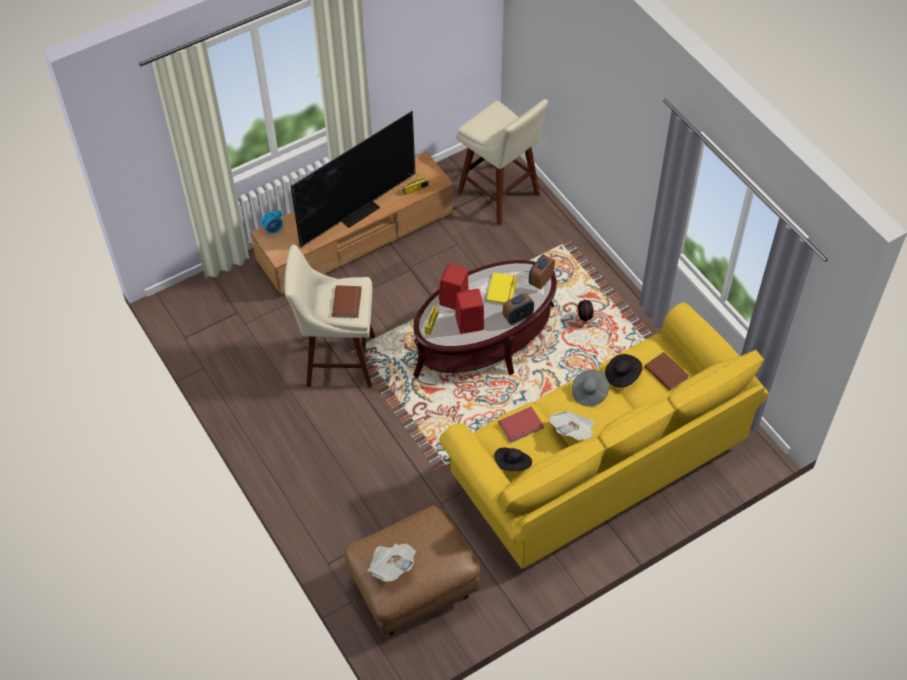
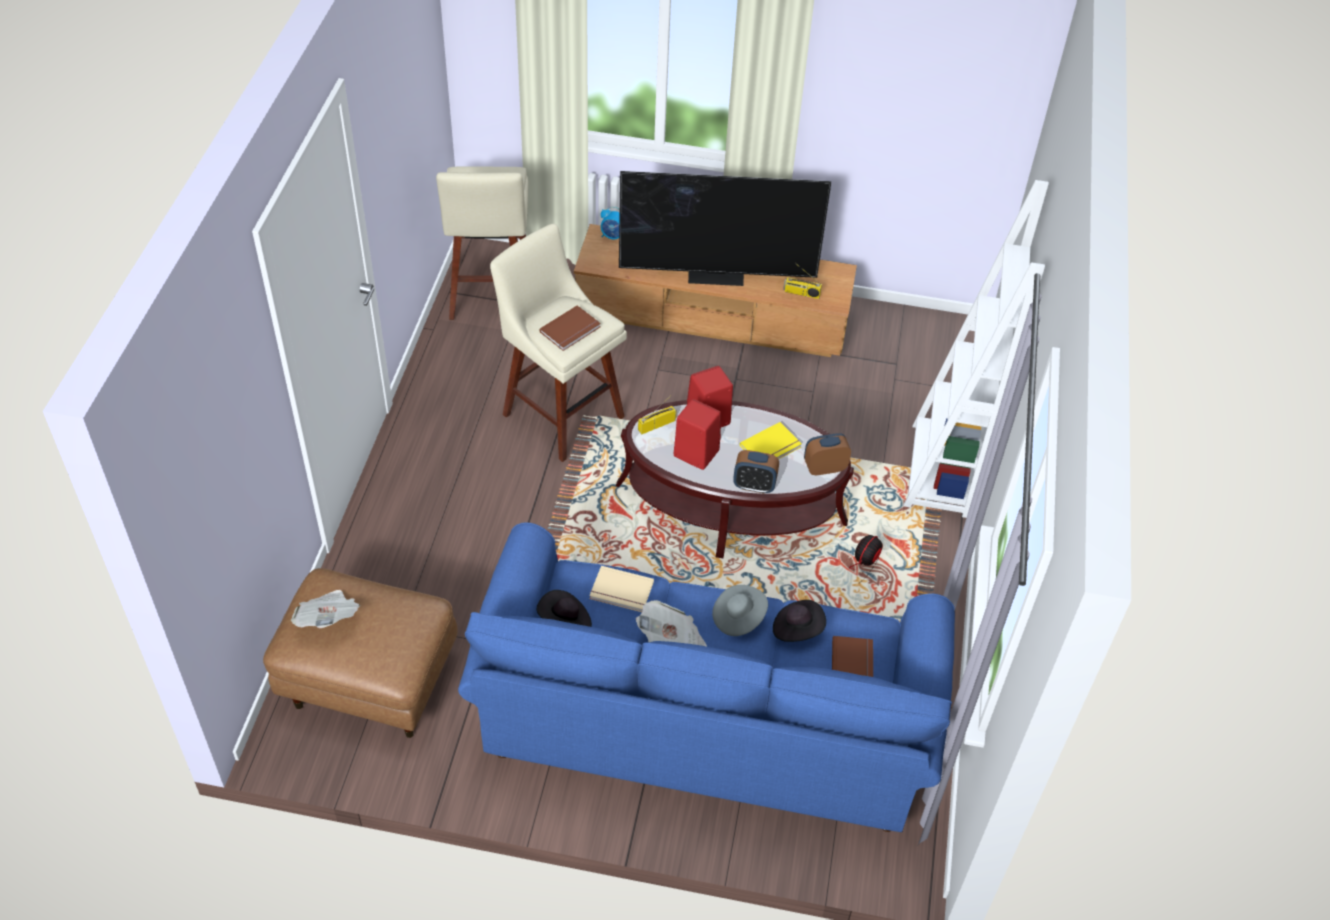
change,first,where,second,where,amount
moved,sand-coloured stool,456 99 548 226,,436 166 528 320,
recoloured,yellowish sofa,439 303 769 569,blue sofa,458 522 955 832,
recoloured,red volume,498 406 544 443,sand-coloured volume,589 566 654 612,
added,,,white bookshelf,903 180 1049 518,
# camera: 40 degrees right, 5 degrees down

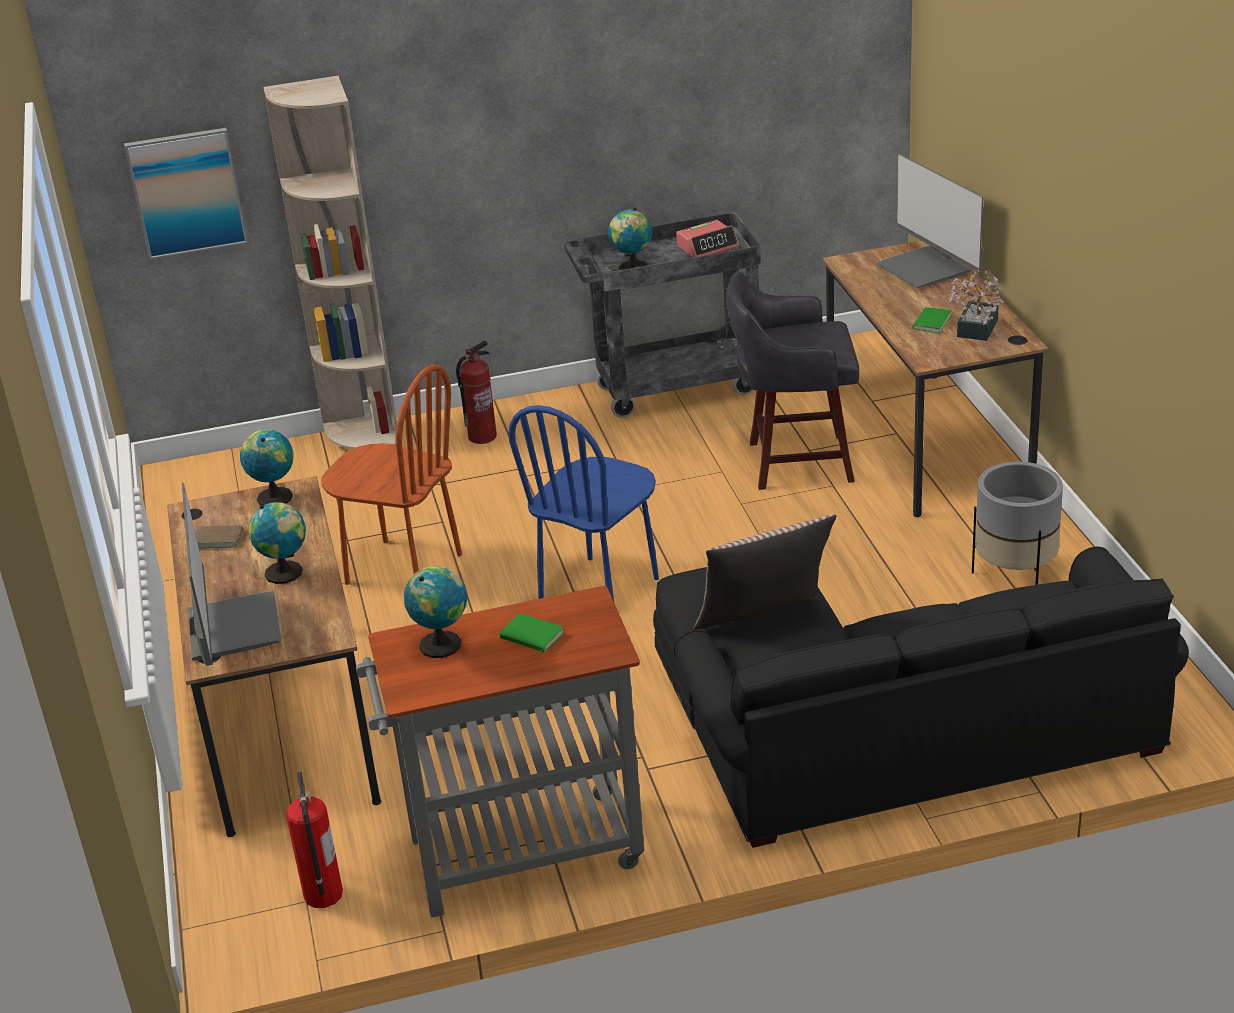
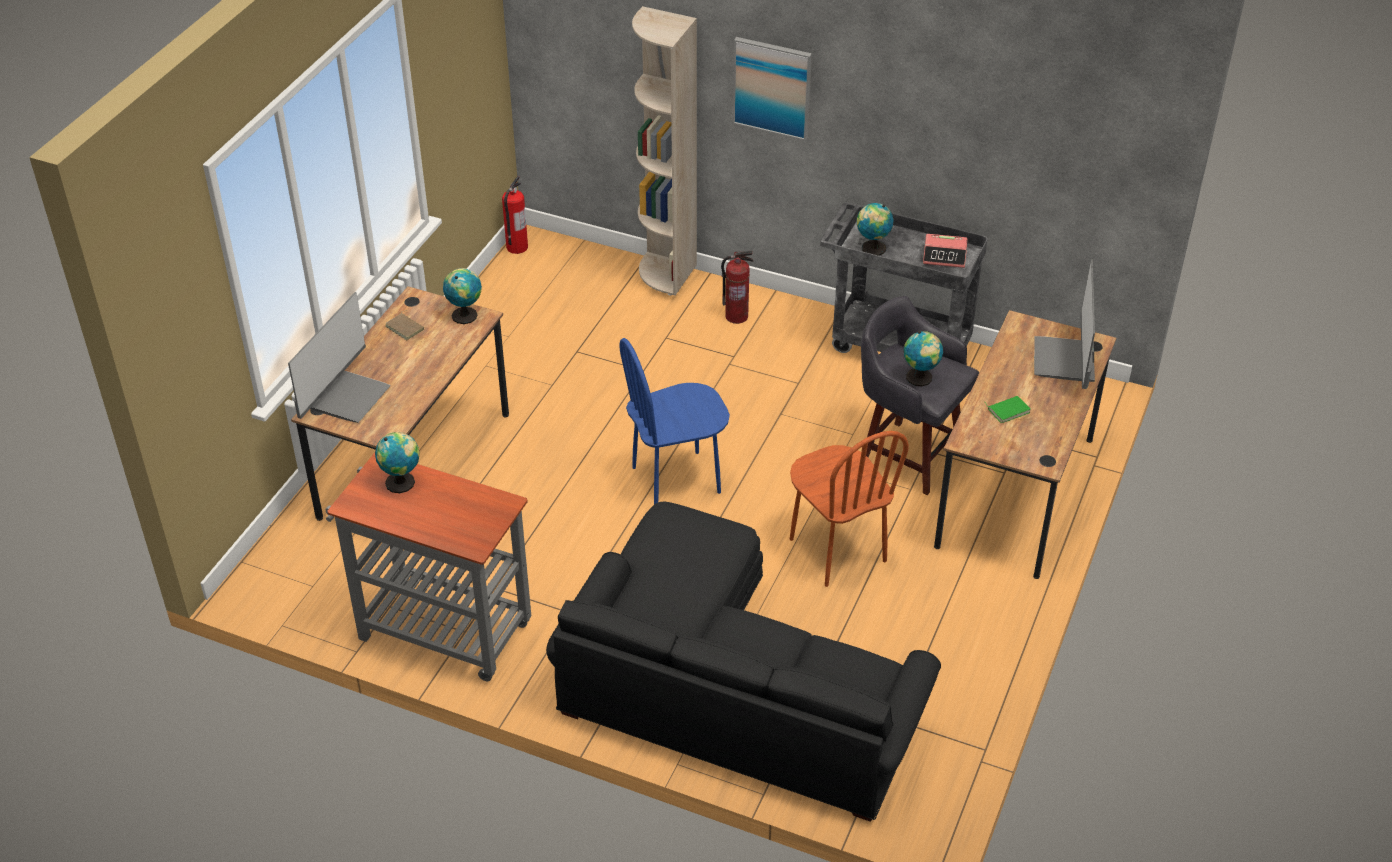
change,first,where,second,where,amount
moved,wall art,124 128 248 260,,733 37 812 141,
removed,plant in a pot,948 270 1004 341,,,
moved,brownish upright chair,321 365 462 585,,790 431 909 587,
removed,greyish flower pot,972 462 1063 585,,,
moved,world globe,248 502 306 584,,904 331 943 386,
removed,pillow,694 514 836 629,,,
removed,green-coloured volume,499 614 565 655,,,
moved,fire extinguisher,286 772 343 908,,502 176 528 254,
# camera: 35 degrees right, 10 degrees up

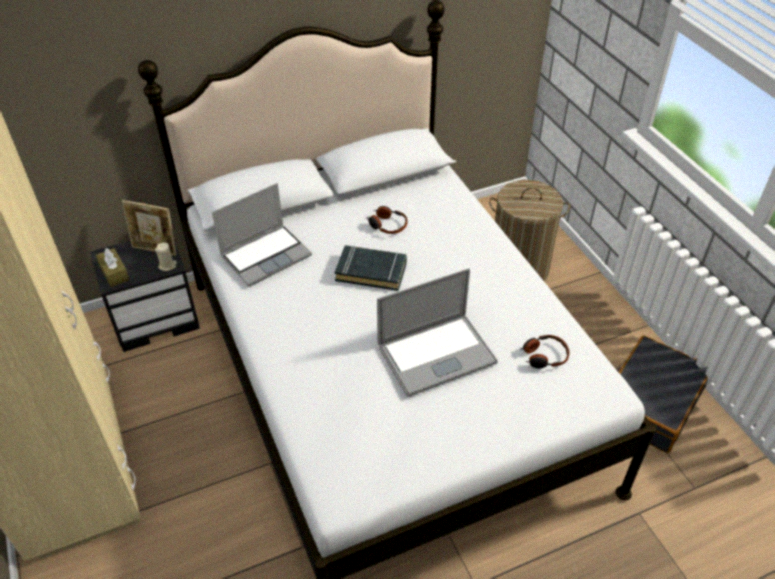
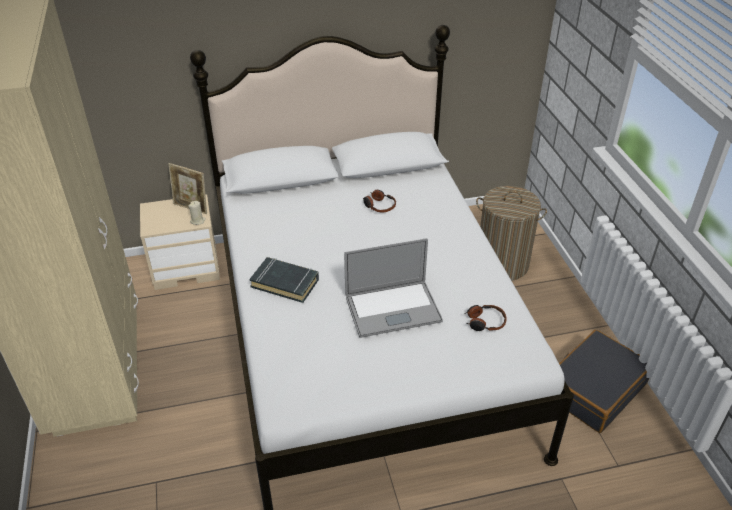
change,first,where,second,where,amount
removed,notebook computer,212 183 312 286,,,
recoloured,black bedside table,90 240 200 352,sand-coloured bedside table,140 195 220 290,
moved,black volume,335 245 407 291,,249 257 319 303,
removed,brownish box of tissues,96 248 129 287,,,
# camera: 10 degrees right, 5 degrees down

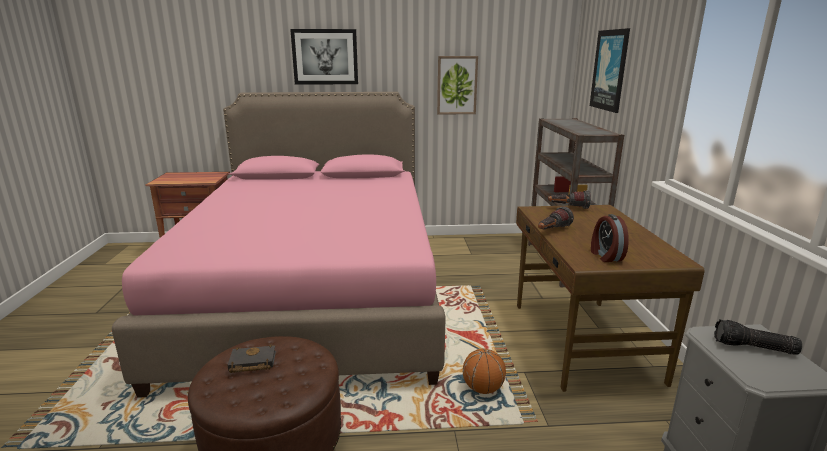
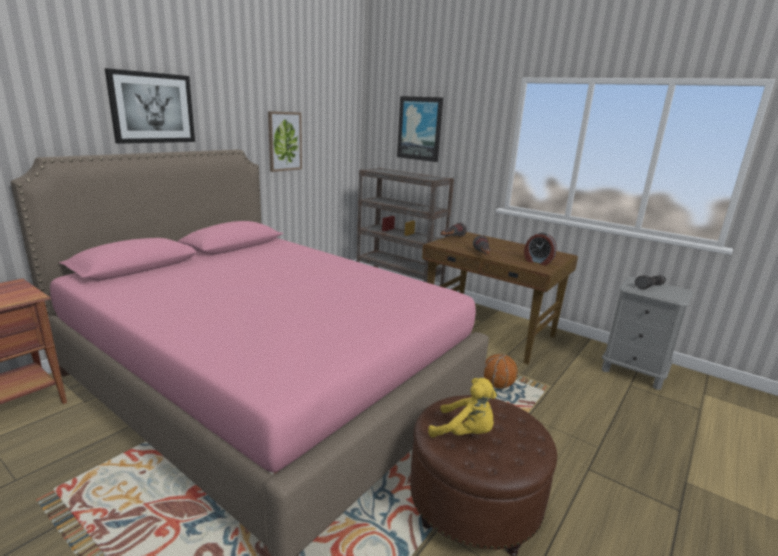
change,first,where,second,where,amount
replaced,black volume,227 344 276 373,yellowish cuddly toy,428 378 497 437,
# camera: 50 degrees left, 0 degrees up

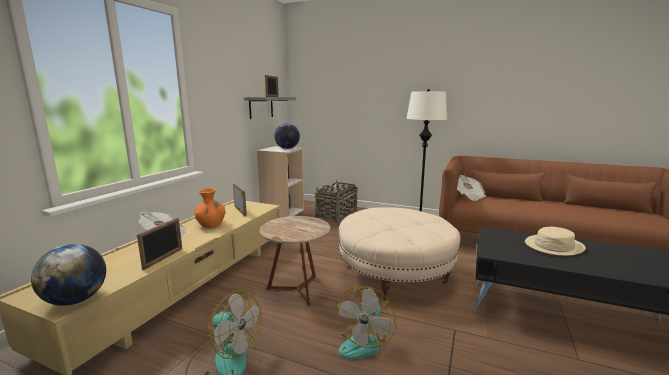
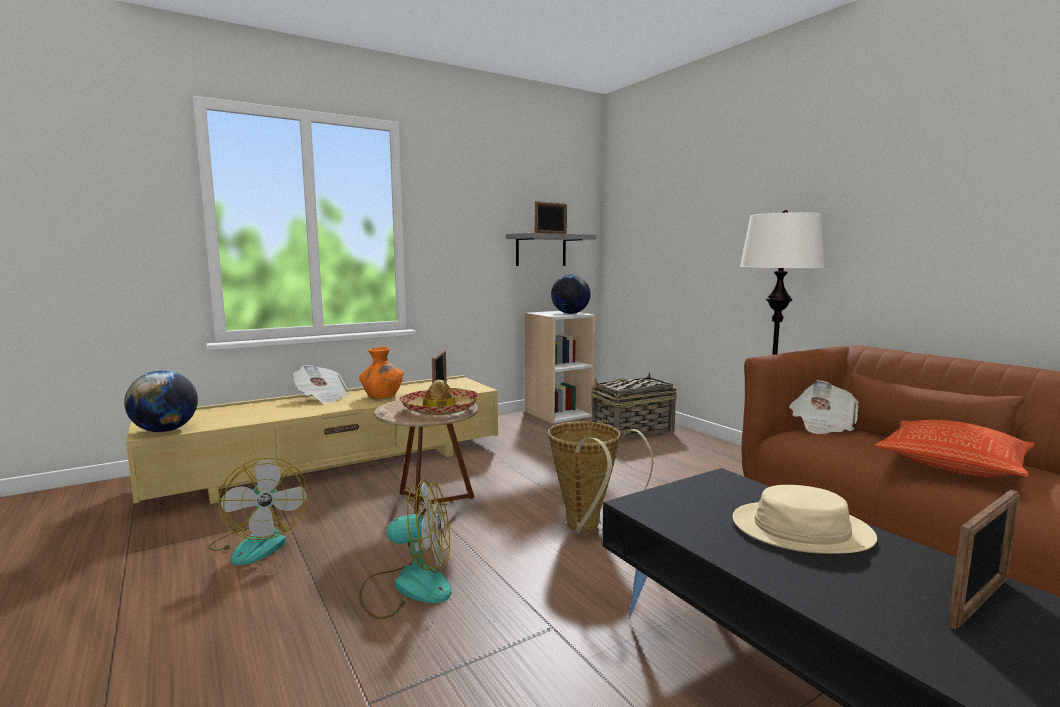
change,first,where,second,where,amount
replaced,sand-coloured ottoman,339 207 460 301,basket,548 422 653 533,
moved,standing frame,137 217 182 270,,948 490 1020 629,
turned,fan,337 286 397 359,,359 479 452 619,150 degrees counterclockwise
added,,,wearable hat,399 380 479 415,
added,,,orangey pillow,875 420 1035 477,
# camera: 35 degrees right, 5 degrees down

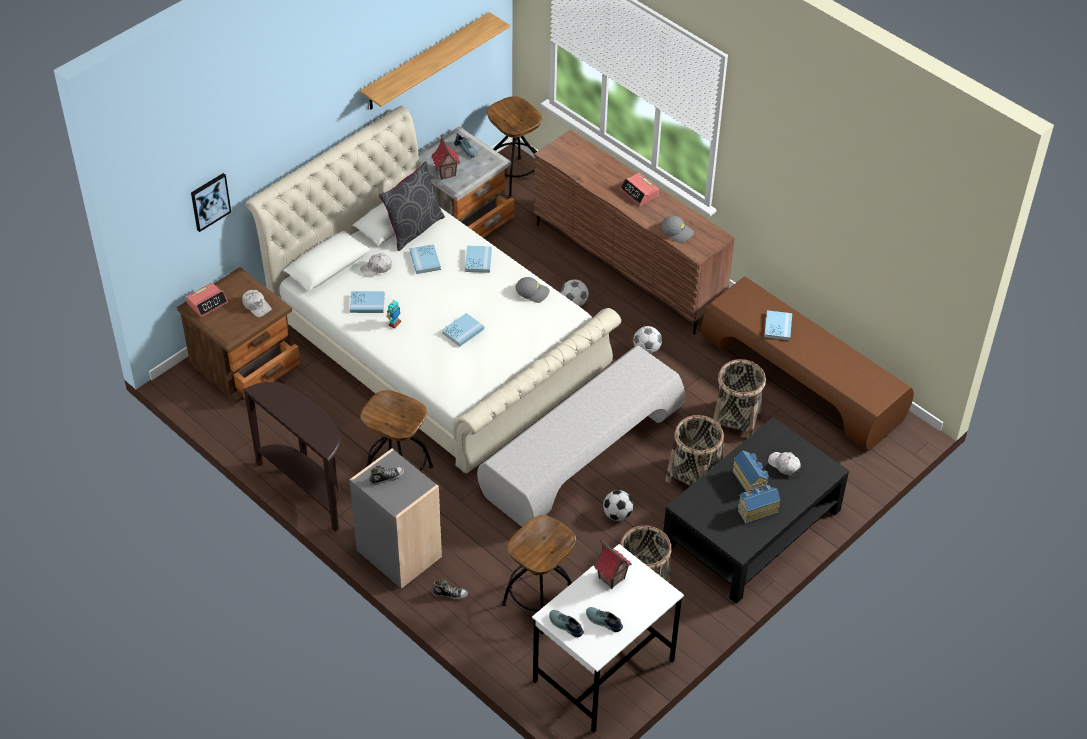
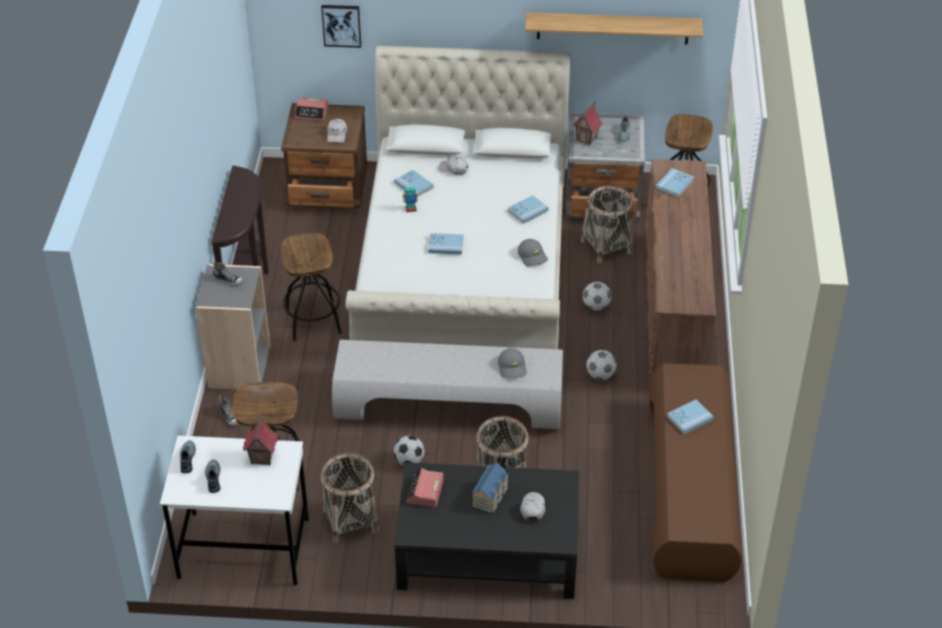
change,first,where,second,where,amount
removed,greyish pillow,379 161 445 251,,,
moved,alarm clock,620 173 659 206,,407 468 443 507,
moved,greyish peaked cap,661 216 694 243,,498 348 527 378,
moved,blue volume,410 244 441 274,,655 168 694 198,
moved,basket,713 359 766 438,,581 185 633 264,
removed,toy house,738 485 781 524,,,
# camera: 50 degrees right, 5 degrees down

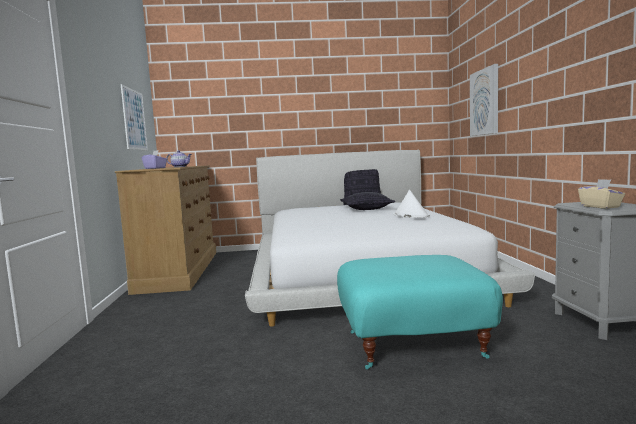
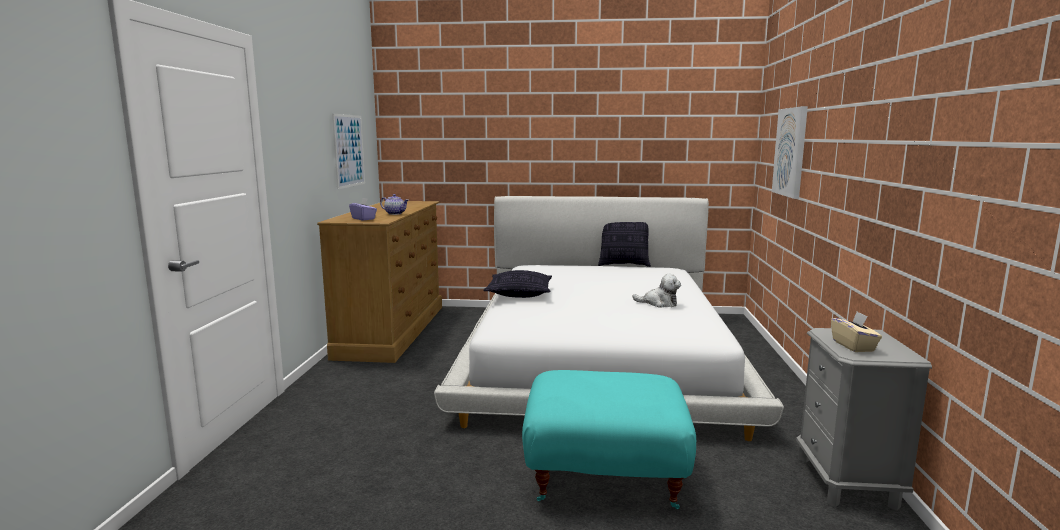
change,first,where,second,where,amount
replaced,white wearable hat,393 190 430 218,cuddly toy,632 274 681 308,
moved,pillow,340 192 395 210,,483 270 552 298,
# camera: 10 degrees right, 5 degrees up

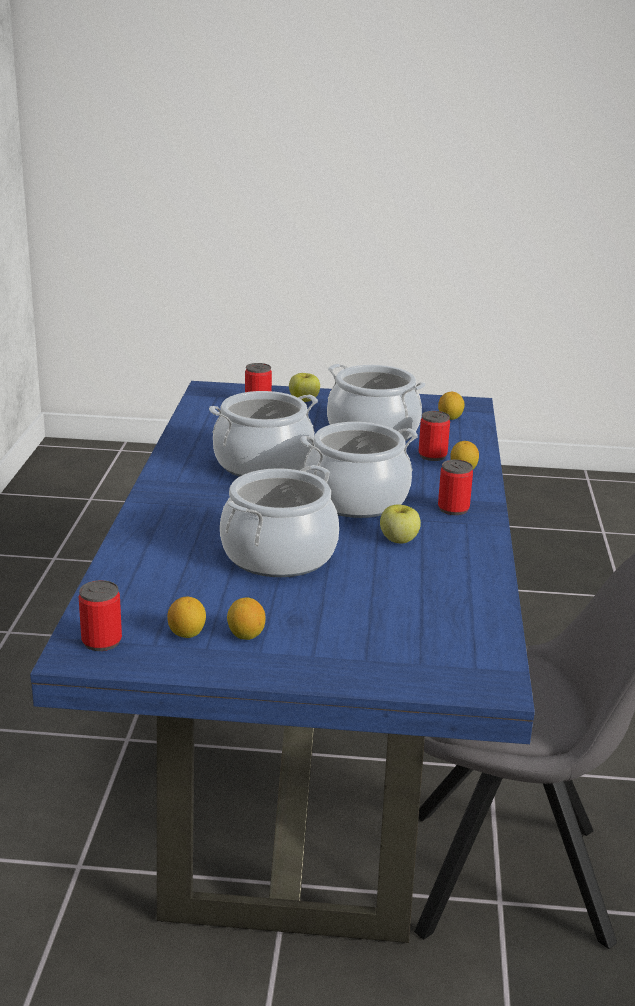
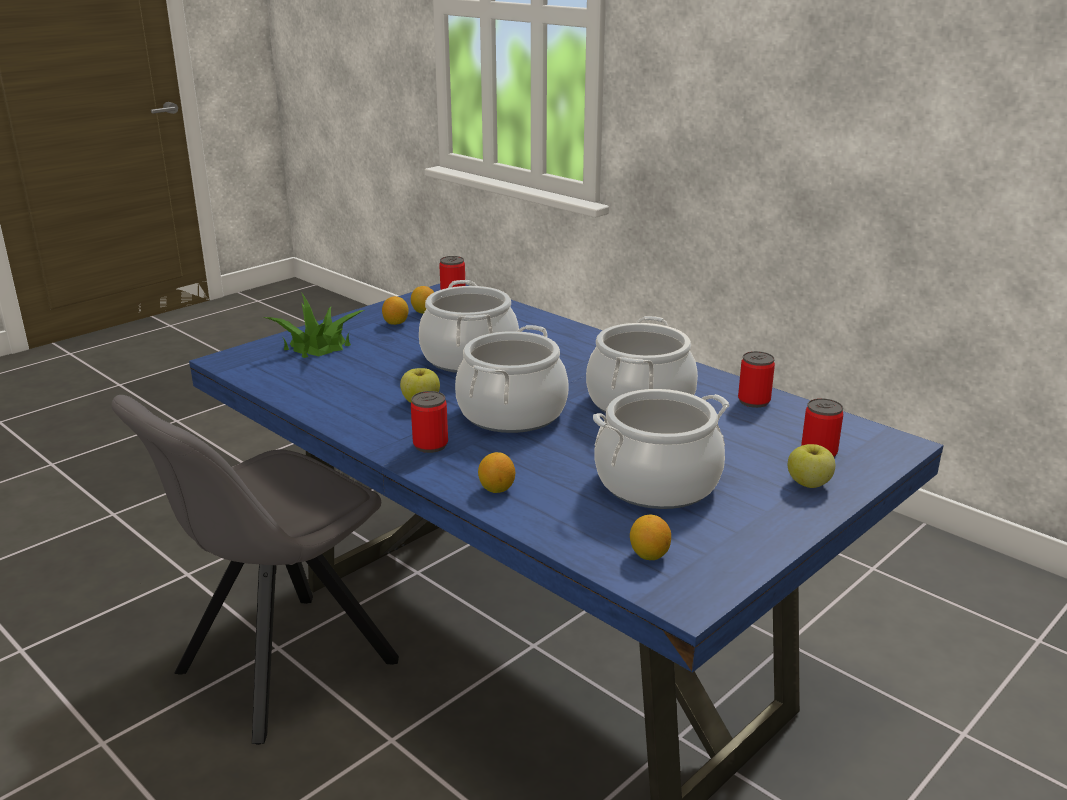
change,first,where,second,where,amount
moved,can,419 411 450 461,,738 351 775 408,
added,,,plant in a pot,262 292 365 358,
# camera: 130 degrees right, 0 degrees up

